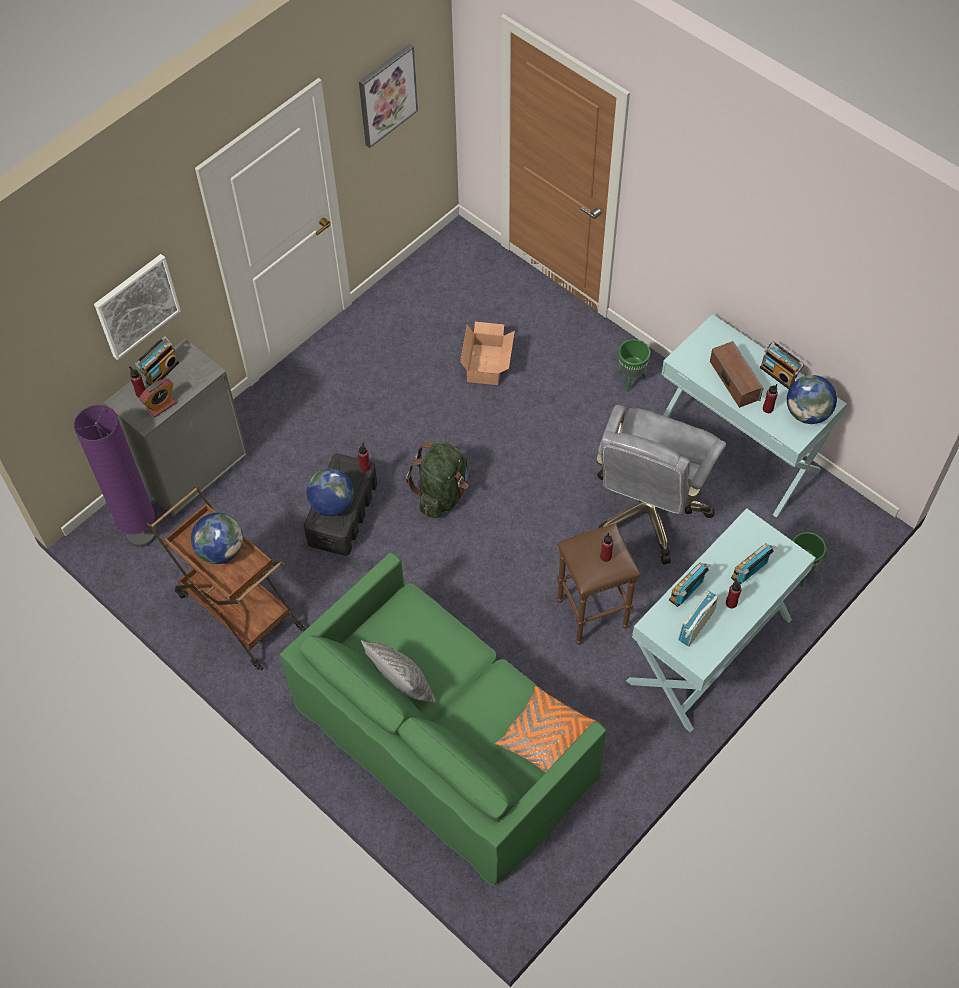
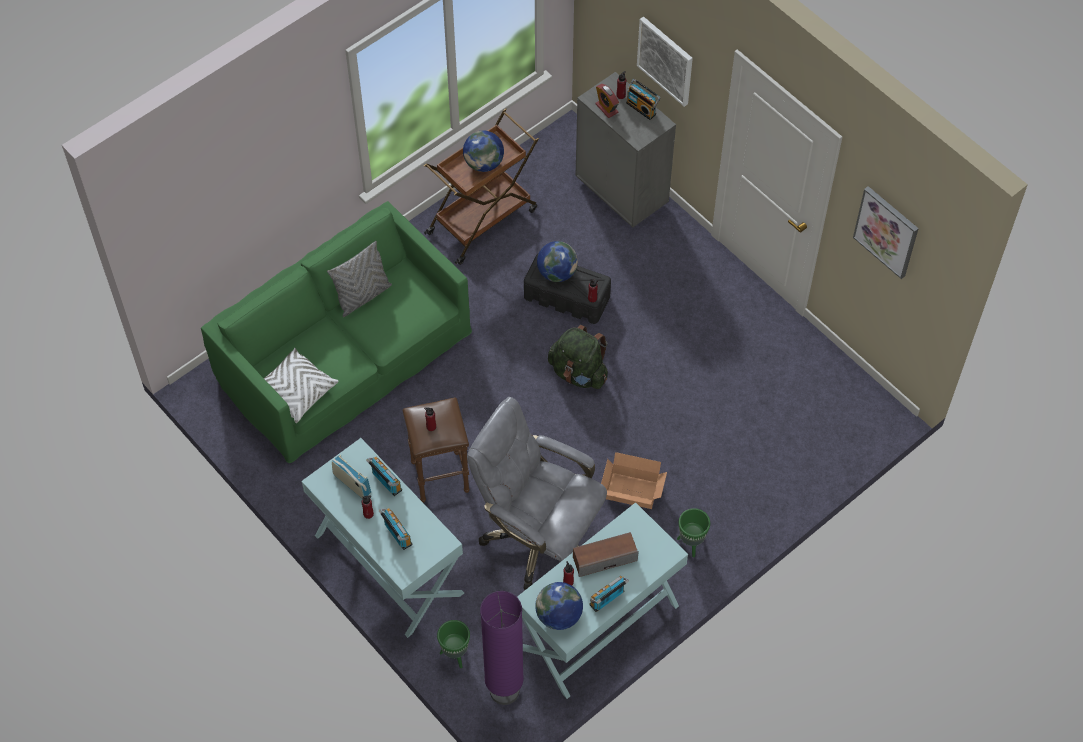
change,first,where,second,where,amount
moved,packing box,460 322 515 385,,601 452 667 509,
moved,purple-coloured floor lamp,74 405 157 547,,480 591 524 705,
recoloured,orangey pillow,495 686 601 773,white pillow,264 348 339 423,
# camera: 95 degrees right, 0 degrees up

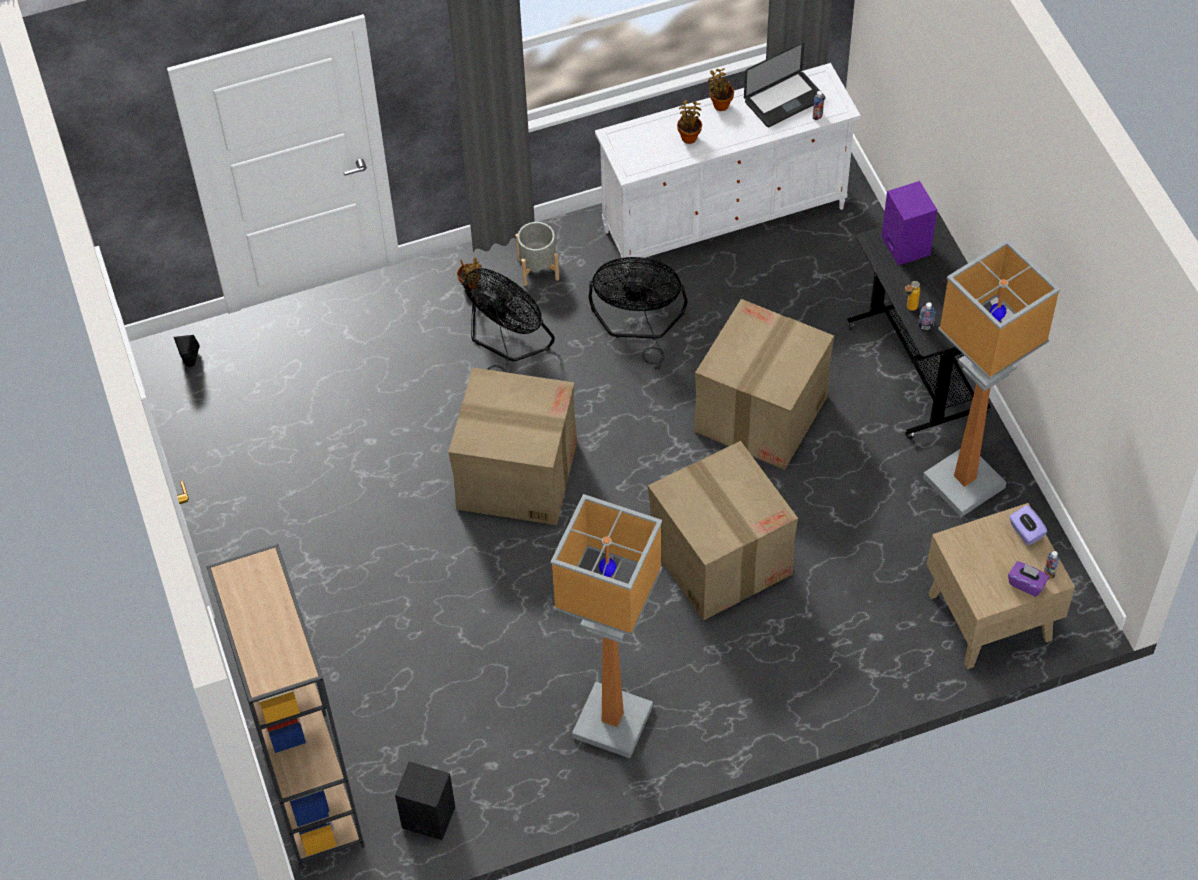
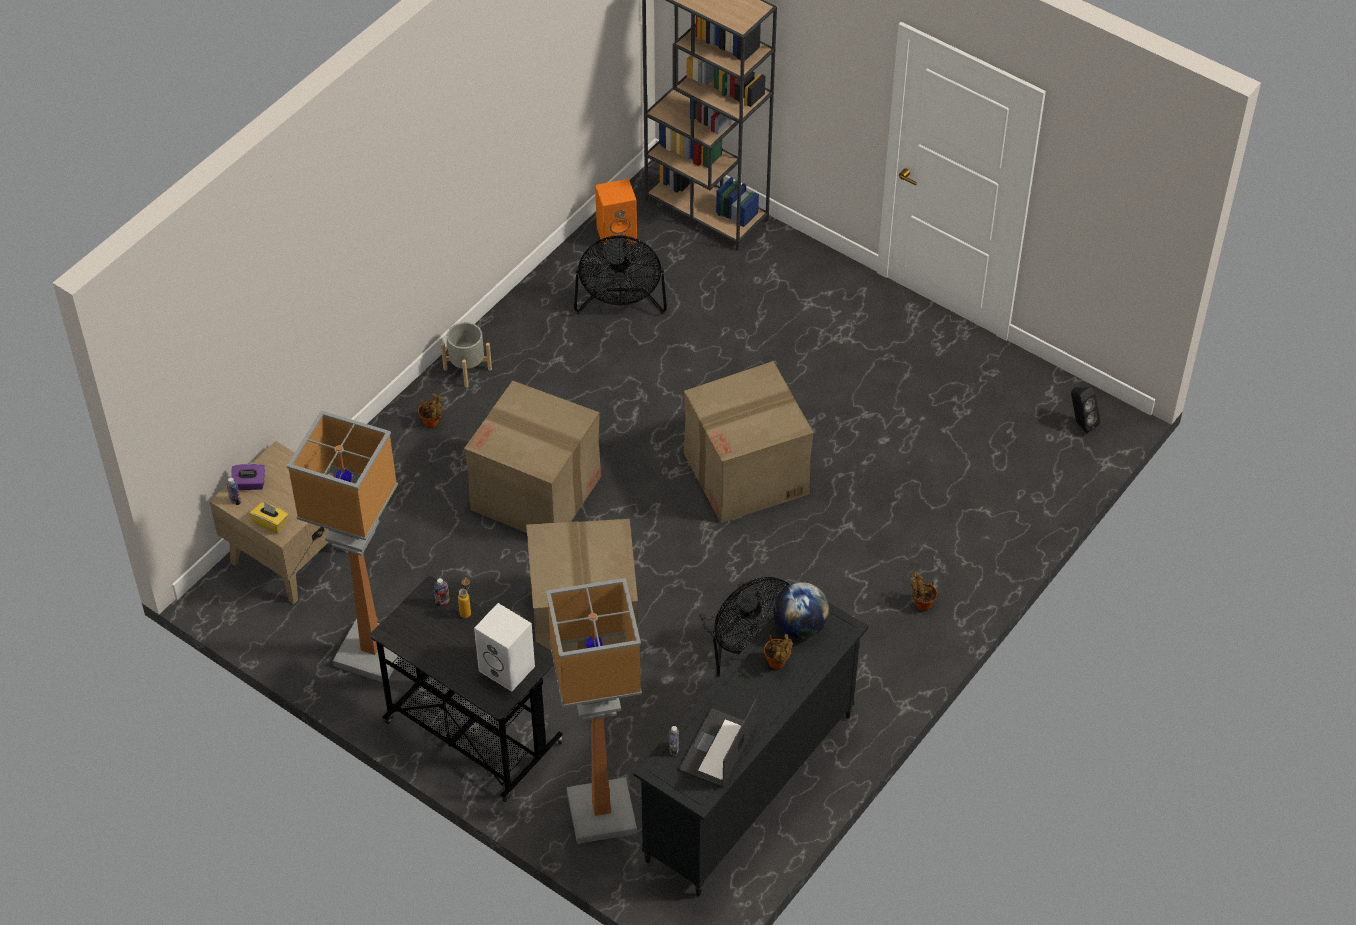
change,first,where,second,where,amount
recoloured,white drawer chest,595 63 861 273,black drawer chest,634 602 868 897,
moved,plant in a pot,708 68 734 111,,418 393 443 428,
recoloured,purple-coloured speaker,881 181 937 266,white speaker,474 603 535 692,
moved,greyish flower pot,515 222 559 286,,441 322 492 387,
moved,black fan,461 268 555 372,,574 235 667 315,
moved,floor lamp,550 494 662 758,,546 578 642 844,
recoloured,purple-coloured box of tissues,1009 505 1048 545,yellowish box of tissues,250 502 289 533,
recoloured,black speaker,395 762 455 840,orangey speaker,595 179 637 246,
added,,,world globe,773 582 829 638,
# camera: 145 degrees right, 5 degrees down

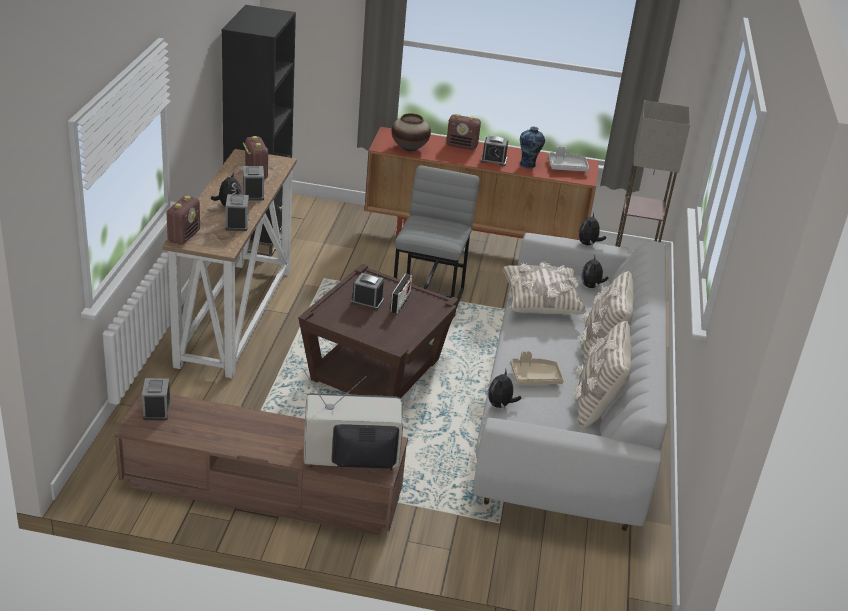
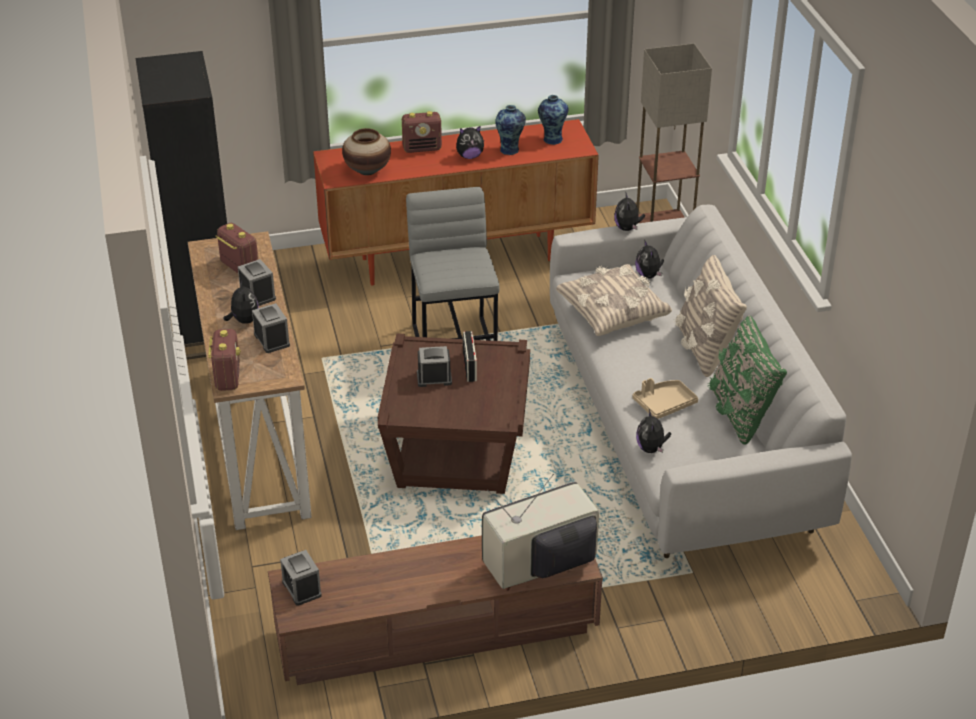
change,first,where,second,where,amount
replaced,alarm clock,481 135 509 166,cuddly toy,456 126 484 159,
replaced,greyish tray,548 146 589 171,decorative vase,538 95 568 145,
recoloured,sand-coloured pillow,571 321 632 429,green-coloured pillow,707 315 787 445,
# camera: 20 degrees left, 5 degrees up

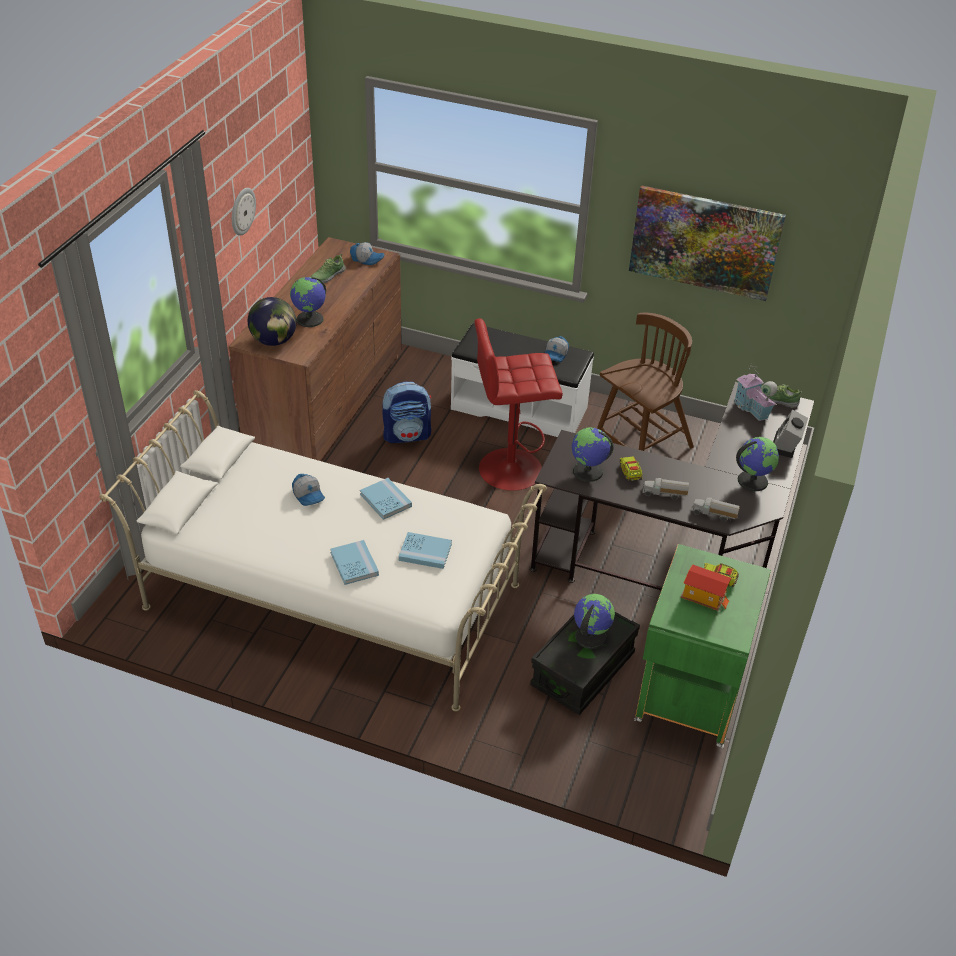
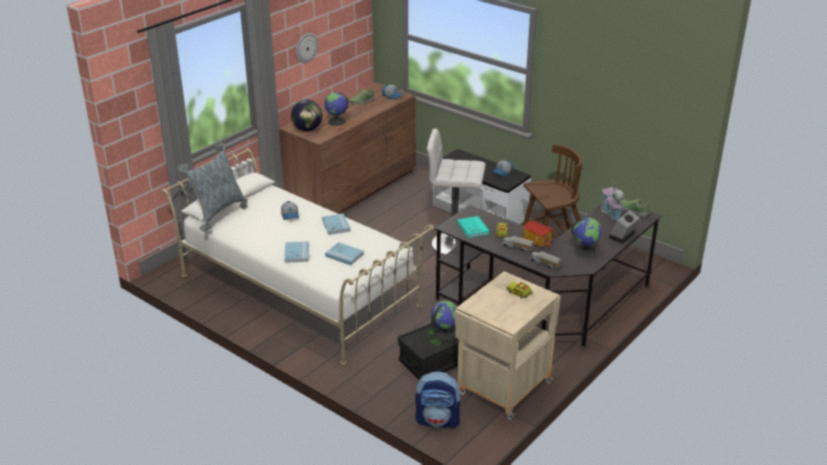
change,first,where,second,where,amount
removed,wall art,629 185 786 301,,,
recoloured,red stool,474 319 563 491,white stool,427 129 486 255,
moved,rucksack,382 381 431 443,,415 371 462 428,
replaced,world globe,572 427 614 482,blue-green volume,457 216 489 238,
recoloured,green-coloured wheeled cart,634 544 771 749,sand-coloured wheeled cart,455 271 561 421,
moved,toy house,681 564 731 611,,522 221 553 248,
added,,,pillow,177 142 248 232,
# camera: 20 degrees right, 10 degrees down

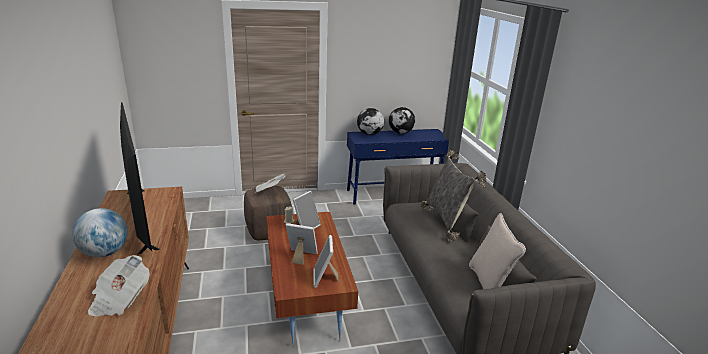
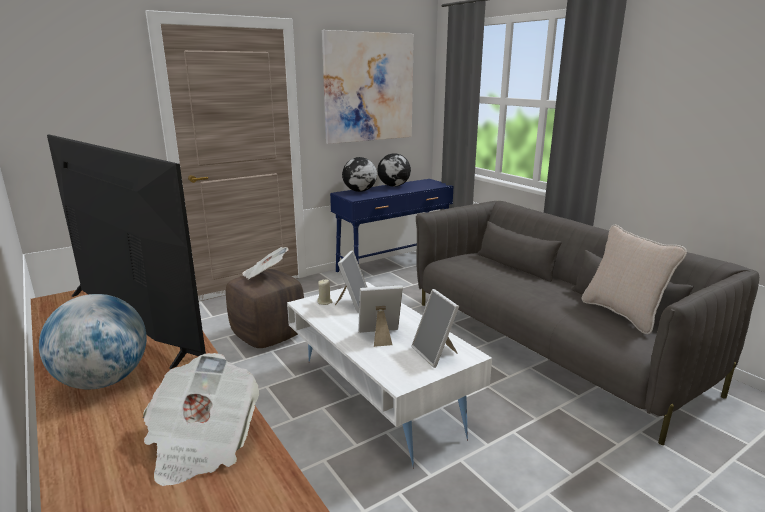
change,first,where,second,where,amount
removed,pillow,420 150 486 241,,,
recoloured,brownish lounge table,267 212 358 347,white lounge table,287 282 492 469,
added,,,wall art,322 30 414 144,
# camera: 20 degrees left, 5 degrees down

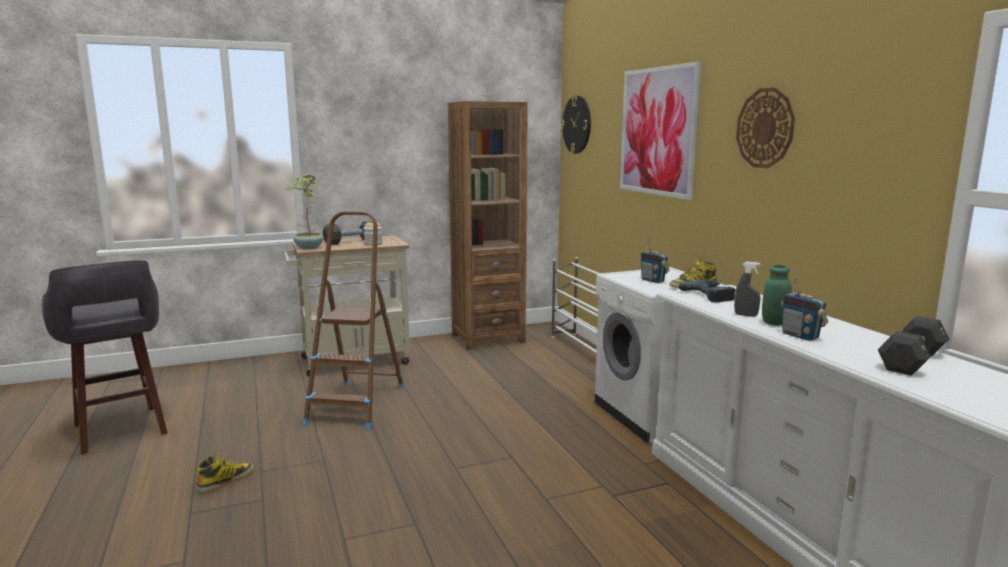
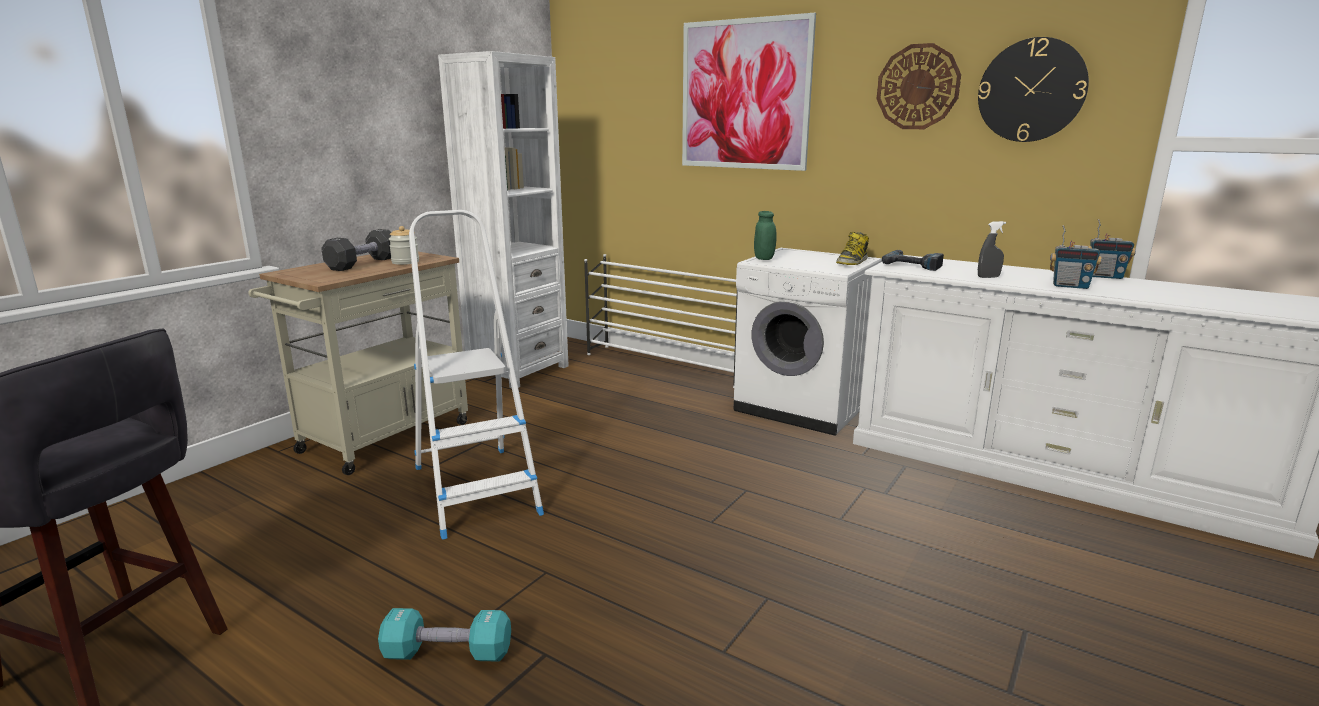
change,first,where,second,where,amount
moved,wall clock,561 96 591 154,,978 37 1089 142,
recoloured,brownish bookshelf,448 101 528 350,white bookshelf,438 51 569 388,
removed,plant in a pot,285 175 324 249,,,
recoloured,brownish step ladder,303 212 404 430,white step ladder,409 210 544 540,
moved,radio,640 237 670 283,,1088 219 1136 279,
moved,green-coloured jar,762 265 792 326,,754 211 777 260,
removed,black dumbbell,878 316 949 376,,,
replaced,tall boot,197 456 254 492,blue-green dumbbell,378 608 511 662,
# camera: 35 degrees left, 5 degrees up

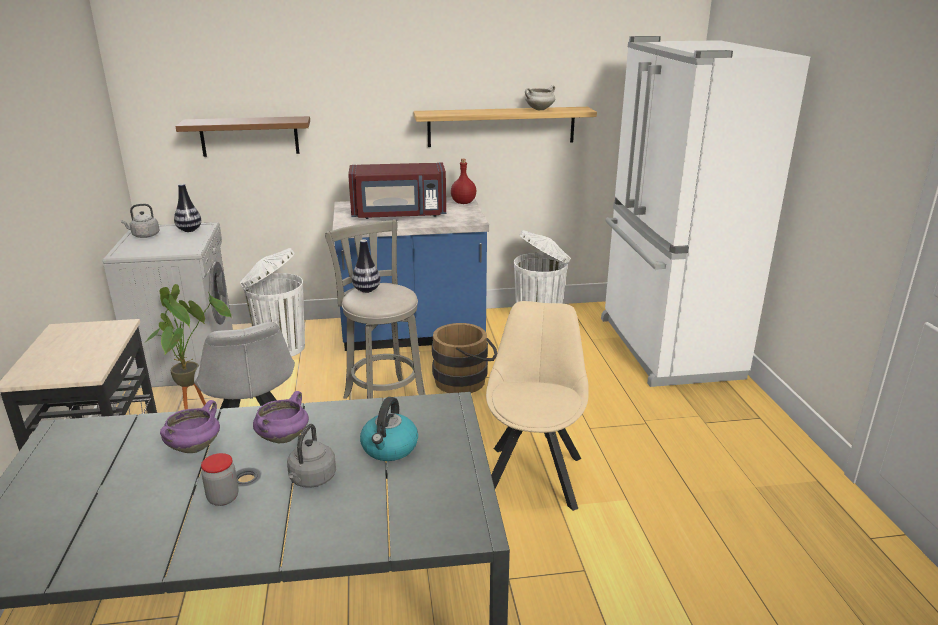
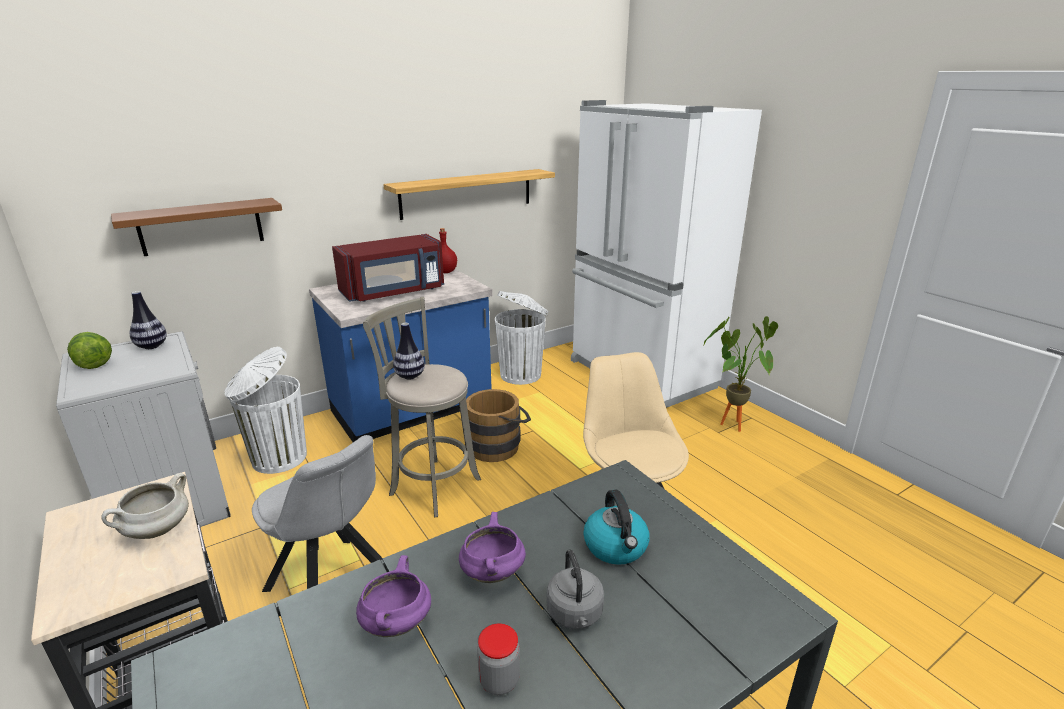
change,first,where,second,where,amount
moved,white saucepot,525 85 555 110,,101 473 189 539,
replaced,greyish water kettle,121 204 160 238,lettuce head,67 332 112 369,
moved,plant in a pot,146 284 232 410,,704 316 778 432,
# camera: 25 degrees left, 0 degrees up

